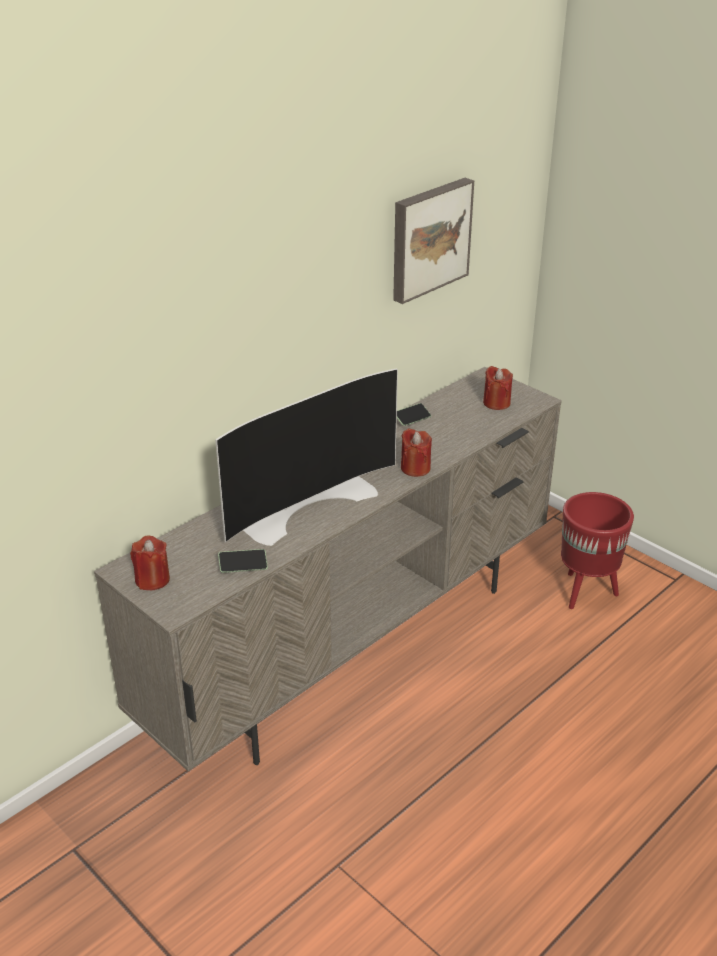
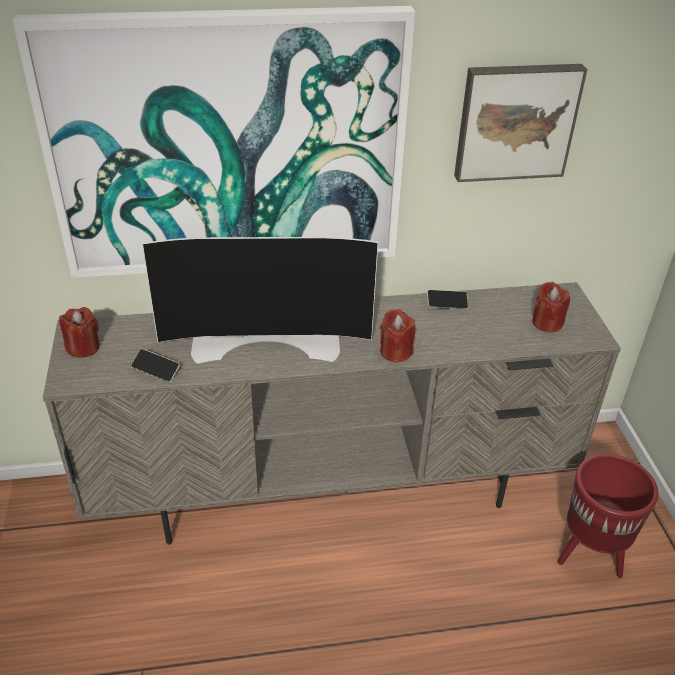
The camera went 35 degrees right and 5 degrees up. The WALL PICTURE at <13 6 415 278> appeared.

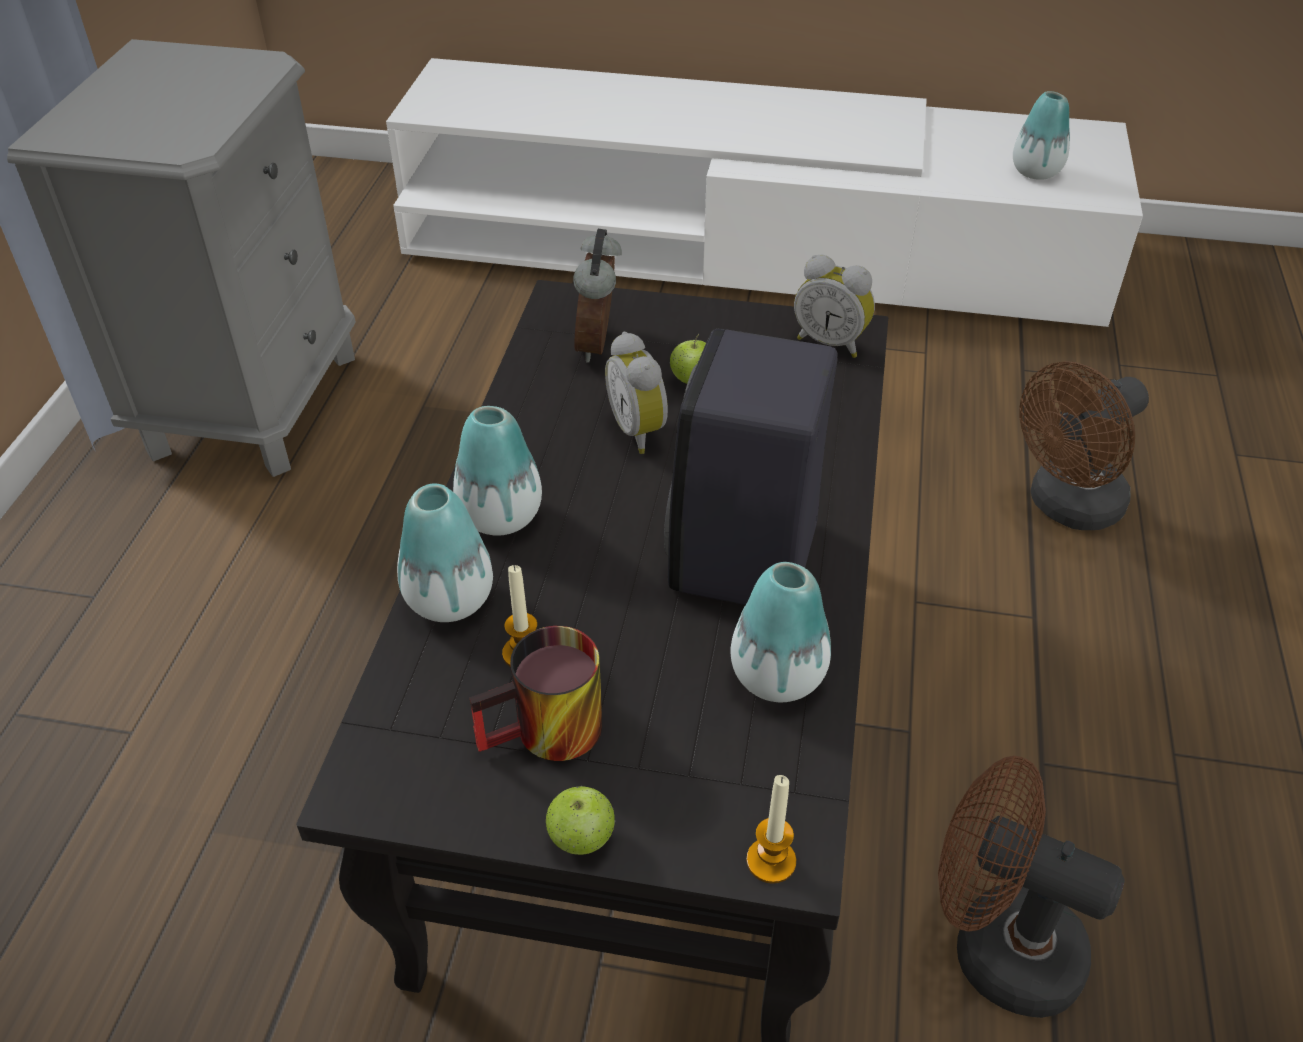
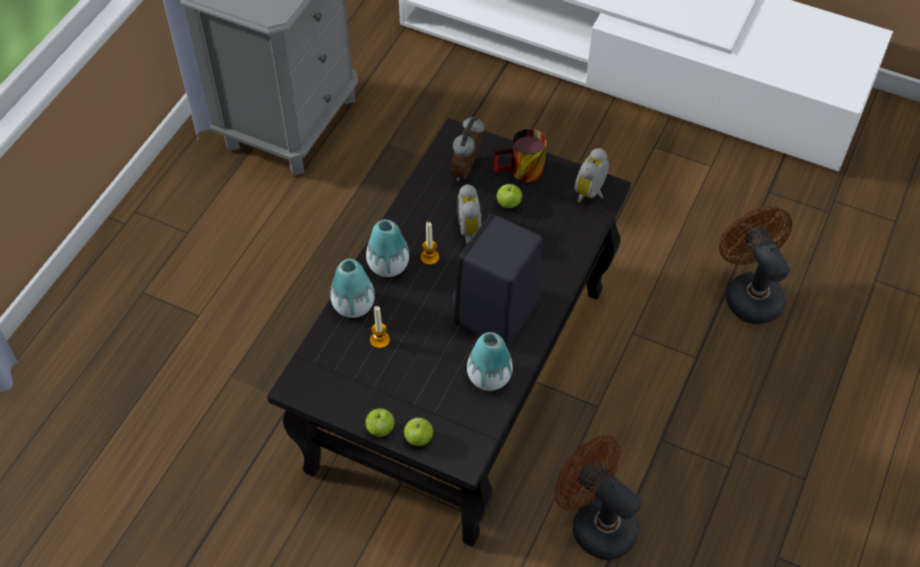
The camera went 15 degrees right and 10 degrees up. The TEA MUG moved from <469 626 602 761> to <494 129 547 182>. The WAX CANDLE moved from <746 775 796 884> to <420 222 439 265>. The ALARM CLOCK at <794 255 875 358> turned 75 degrees clockwise. The FLOWER VASE at <1013 91 1070 180> disappeared. The BROWN COOLING FAN at <1019 361 1149 530> turned 90 degrees clockwise. The WHOLE APPLE at <404 418 433 446> appeared.

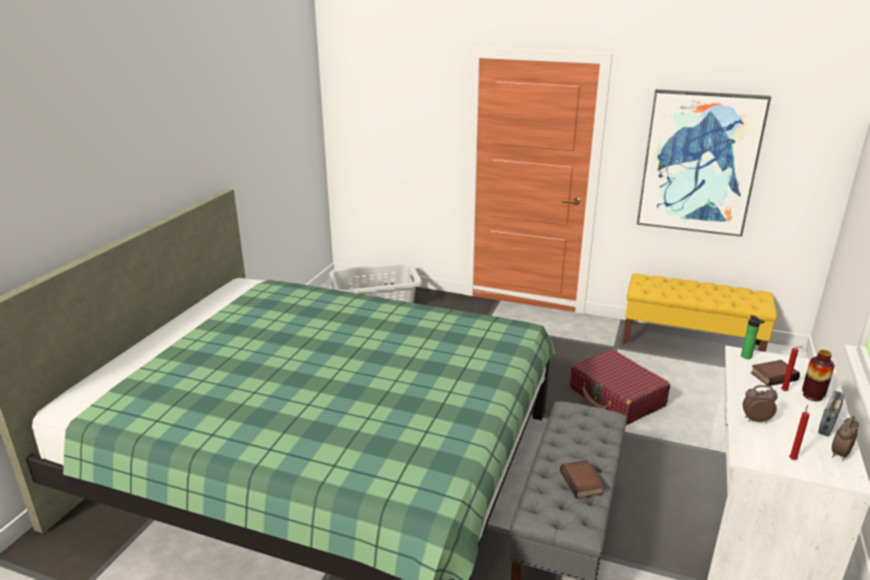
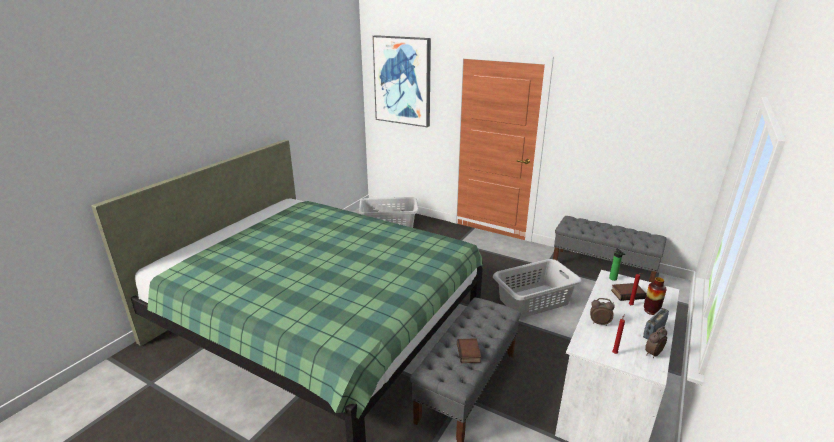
The camera went 10 degrees right and 0 degrees up. The RED-COLOURED TRAVEL CASE at <570 349 670 425> was replaced by the GREYISH WASHING BASKET at <493 259 582 318>. The YELLOW LONG SEAT at <623 274 777 352> became the GREYISH LONG SEAT at <553 216 667 282>. The WALL PICTURE moved from <637 89 771 237> to <372 35 431 127>.

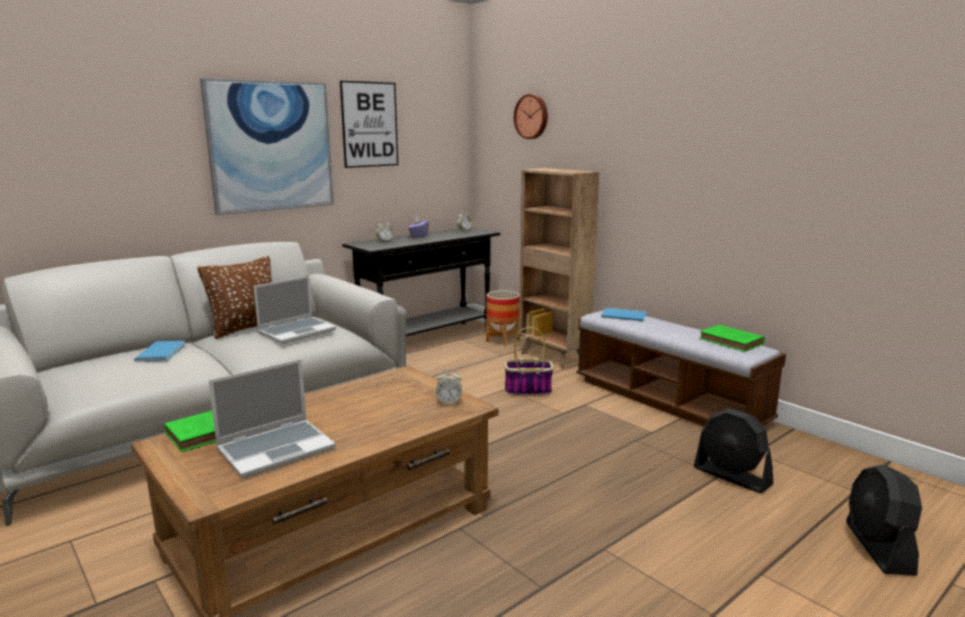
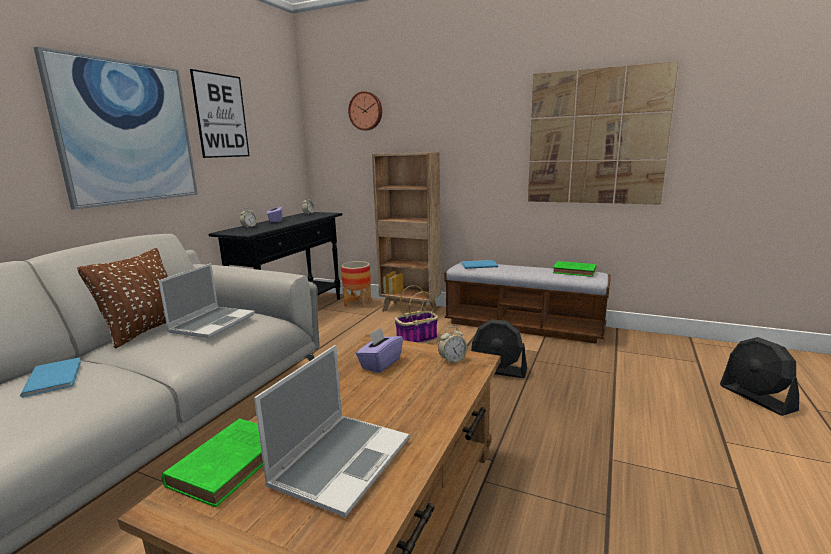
The camera went 25 degrees left and 0 degrees up. The BLACK-COLOURED COOLING FAN moved from <694 408 773 493> to <471 319 527 378>. The PURPLISH TISSUE BOX at <356 327 403 373> appeared. The WALL PICTURE at <528 61 678 205> appeared.

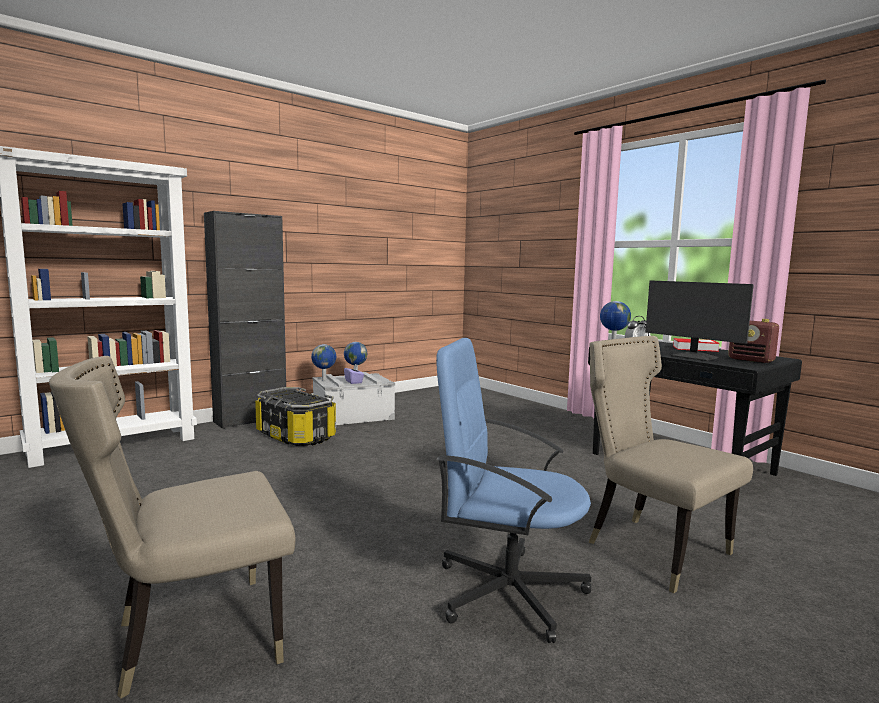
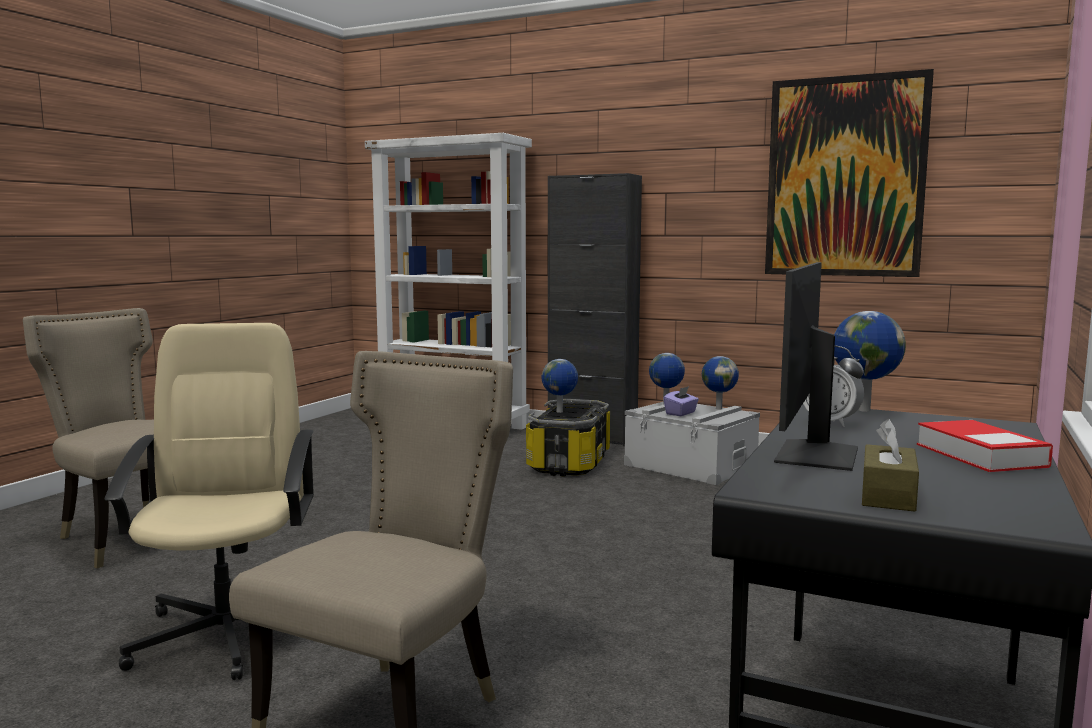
The camera went 65 degrees right and 0 degrees up. The BLUISH COMPUTER CHAIR at <436 338 591 643> became the BEIGE-COLOURED COMPUTER CHAIR at <104 323 314 680>. The RADIO at <728 319 779 363> was replaced by the BROWN TISSUE BOX at <862 419 919 512>. The GLOBE at <541 359 578 413> appeared. The WALL PICTURE at <765 69 934 277> appeared.

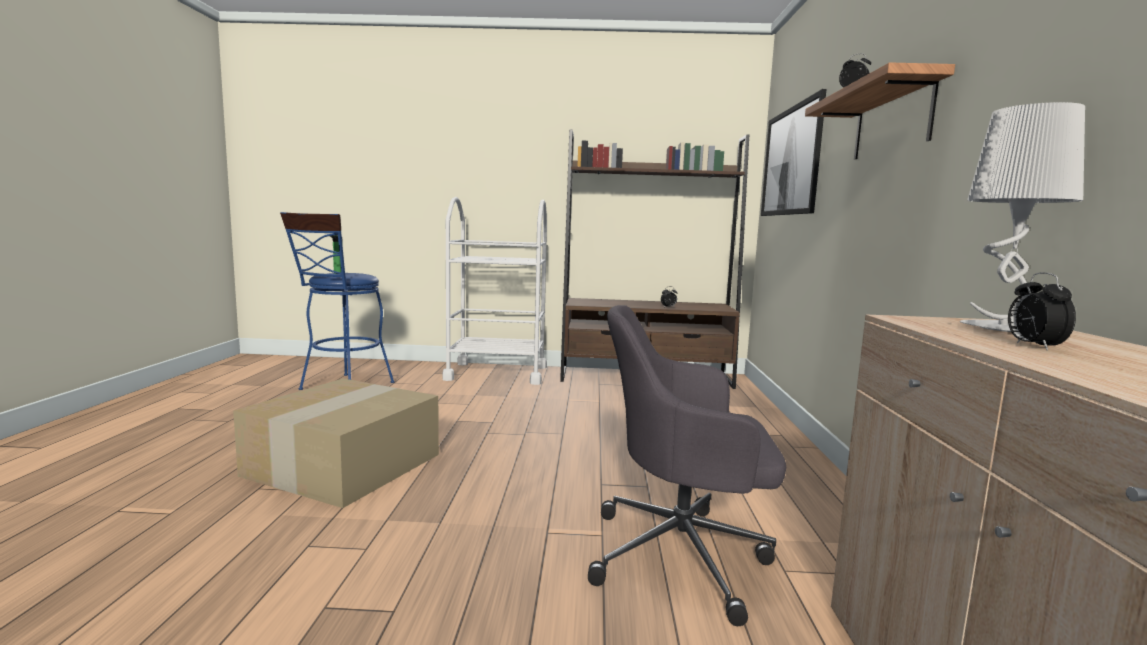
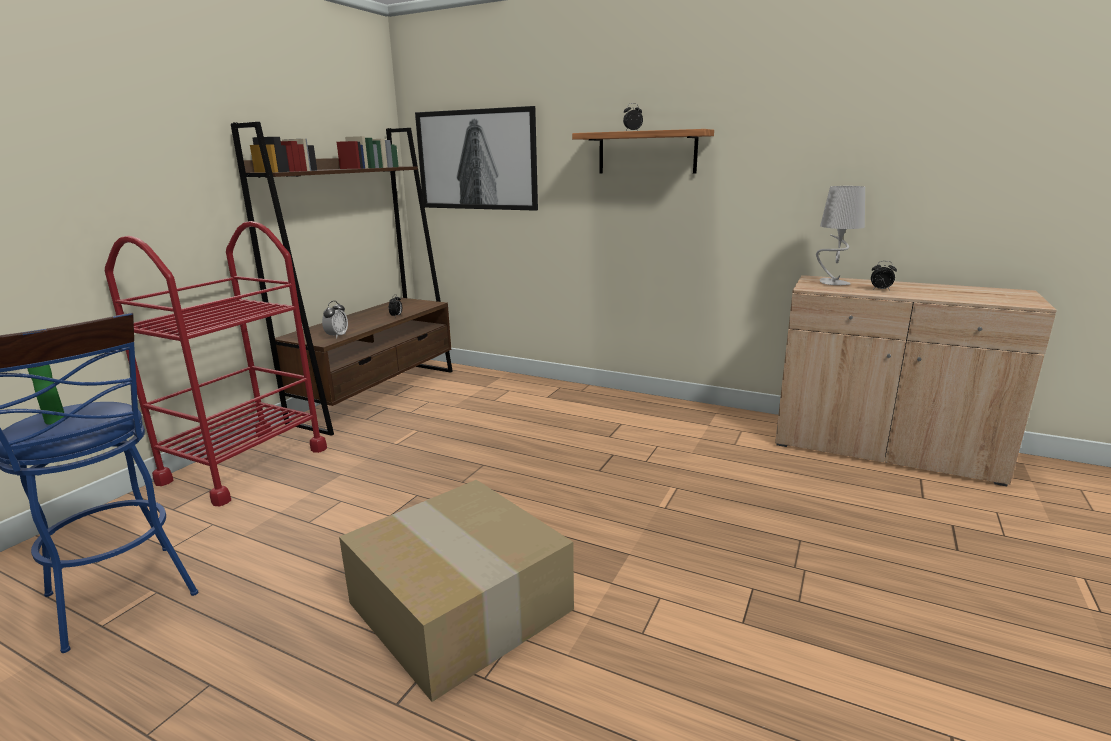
The camera went 65 degrees left and 10 degrees up. The WHITISH TROLLEY at <442 197 547 385> became the RED-COLOURED TROLLEY at <105 221 327 506>. The GREYISH COMPUTER CHAIR at <588 305 786 626> disappeared. The ALARM CLOCK at <322 301 348 339> appeared.

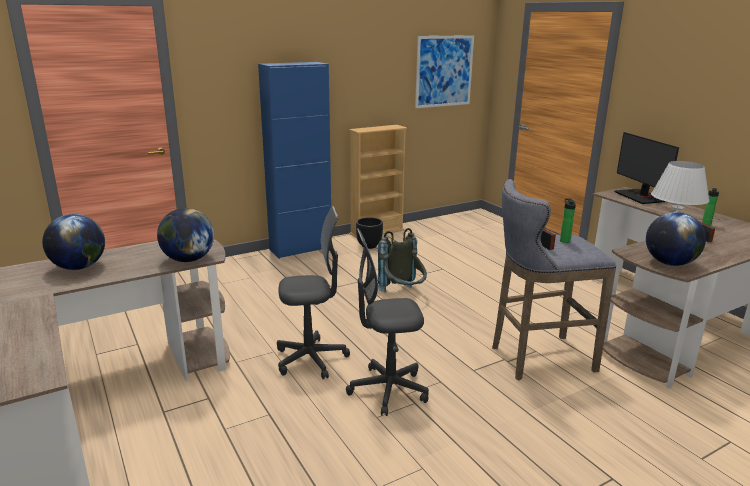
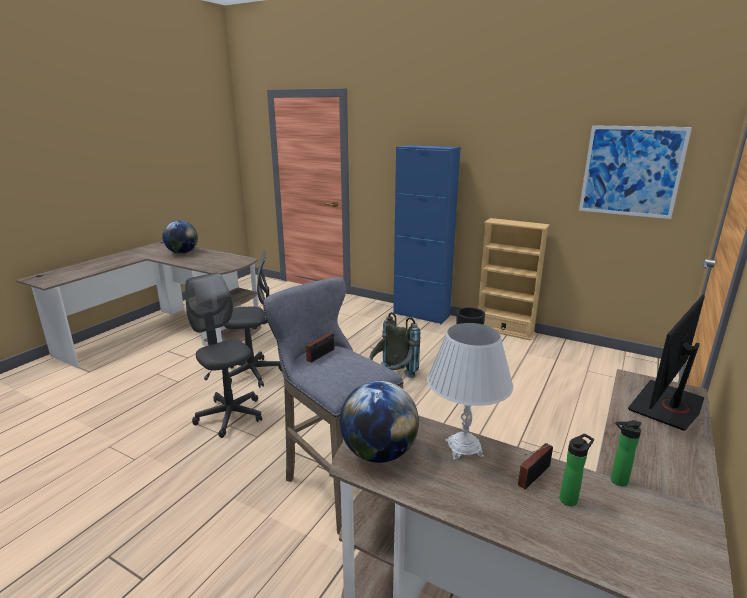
The camera went 60 degrees right and 0 degrees up. The GLOBE at <157 208 214 262> disappeared. The GREYISH COMPUTER CHAIR at <277 206 350 379> turned 60 degrees counterclockwise. The BOTTLE moved from <560 198 576 243> to <560 434 594 506>.

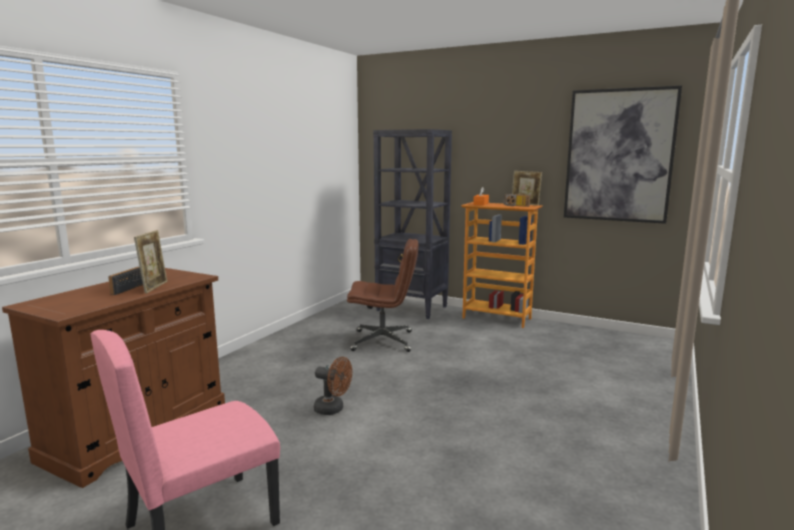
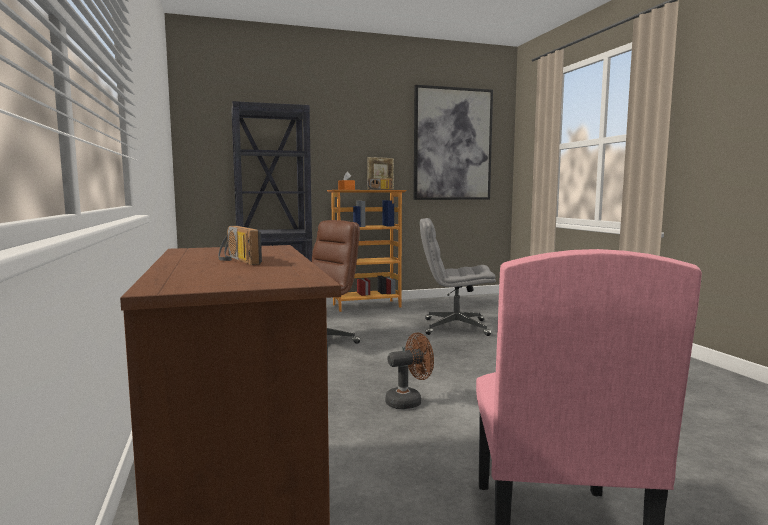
The camera went 45 degrees left and 5 degrees down. The PICTURE FRAME at <134 230 167 294> disappeared. The GREYISH COMPUTER CHAIR at <420 218 496 336> appeared.

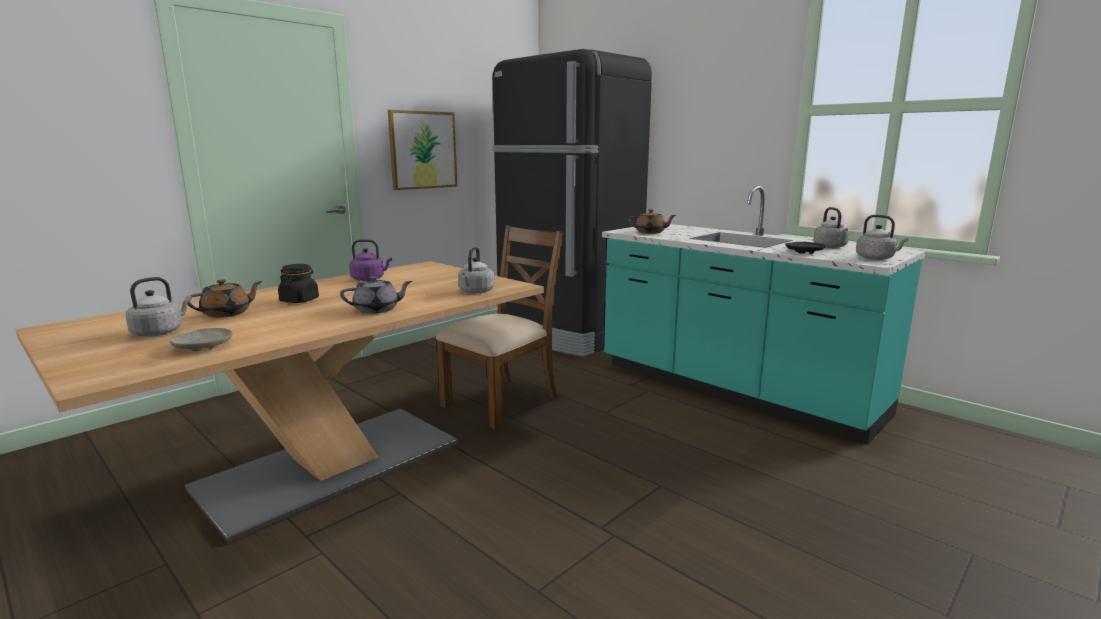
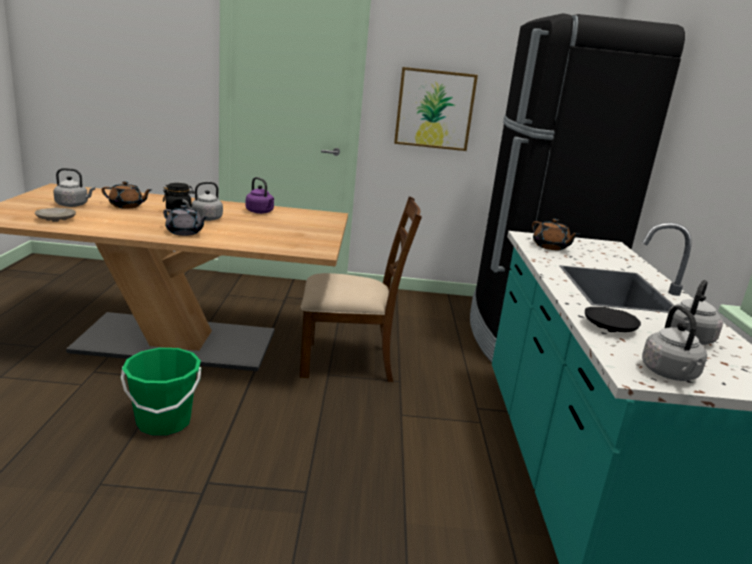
The camera went 45 degrees right and 5 degrees up. The GREYISH KETTLE moved from <458 247 494 293> to <182 182 223 221>. The GREEN WATER BUCKET at <121 348 201 435> appeared.

